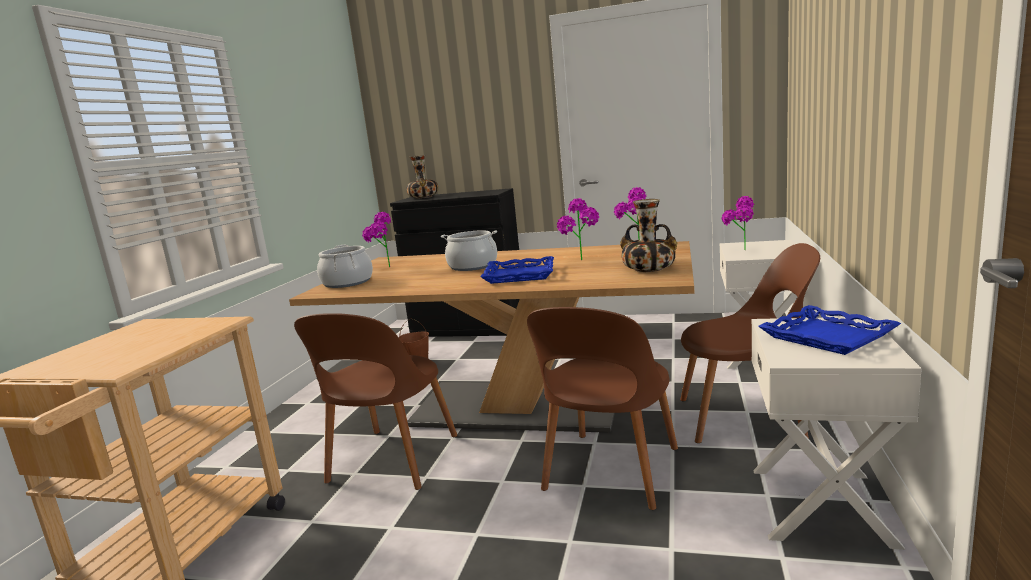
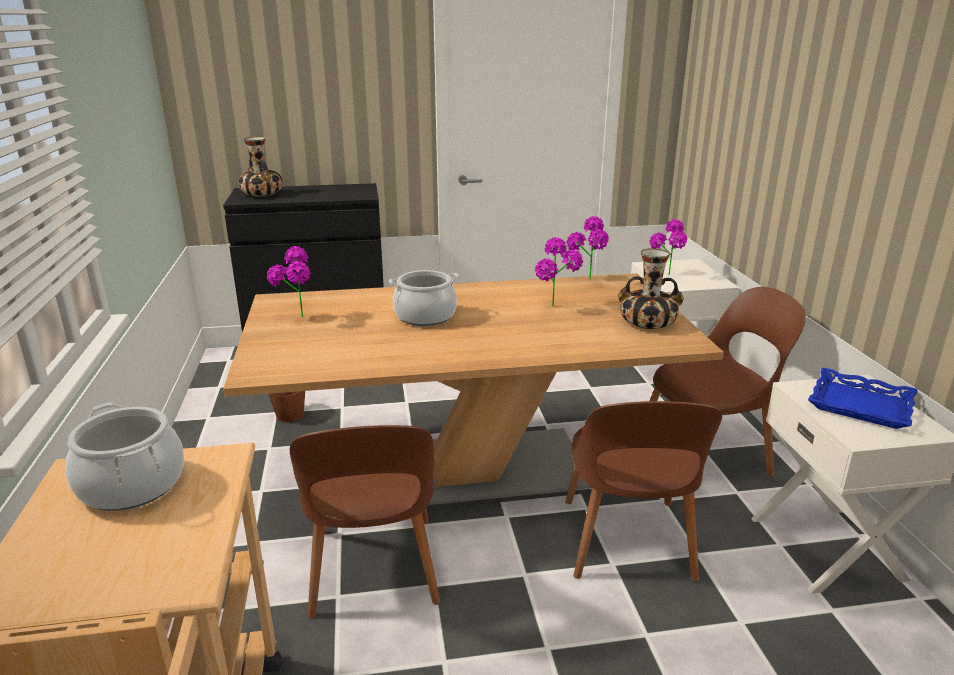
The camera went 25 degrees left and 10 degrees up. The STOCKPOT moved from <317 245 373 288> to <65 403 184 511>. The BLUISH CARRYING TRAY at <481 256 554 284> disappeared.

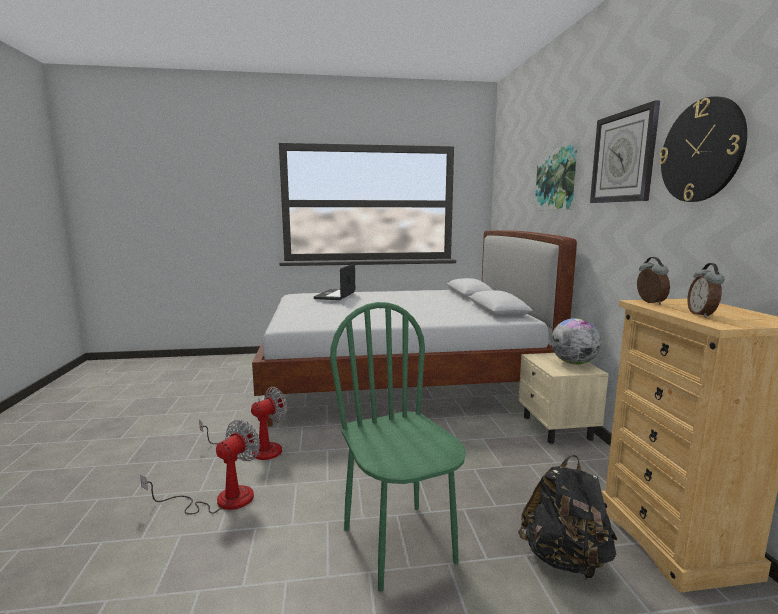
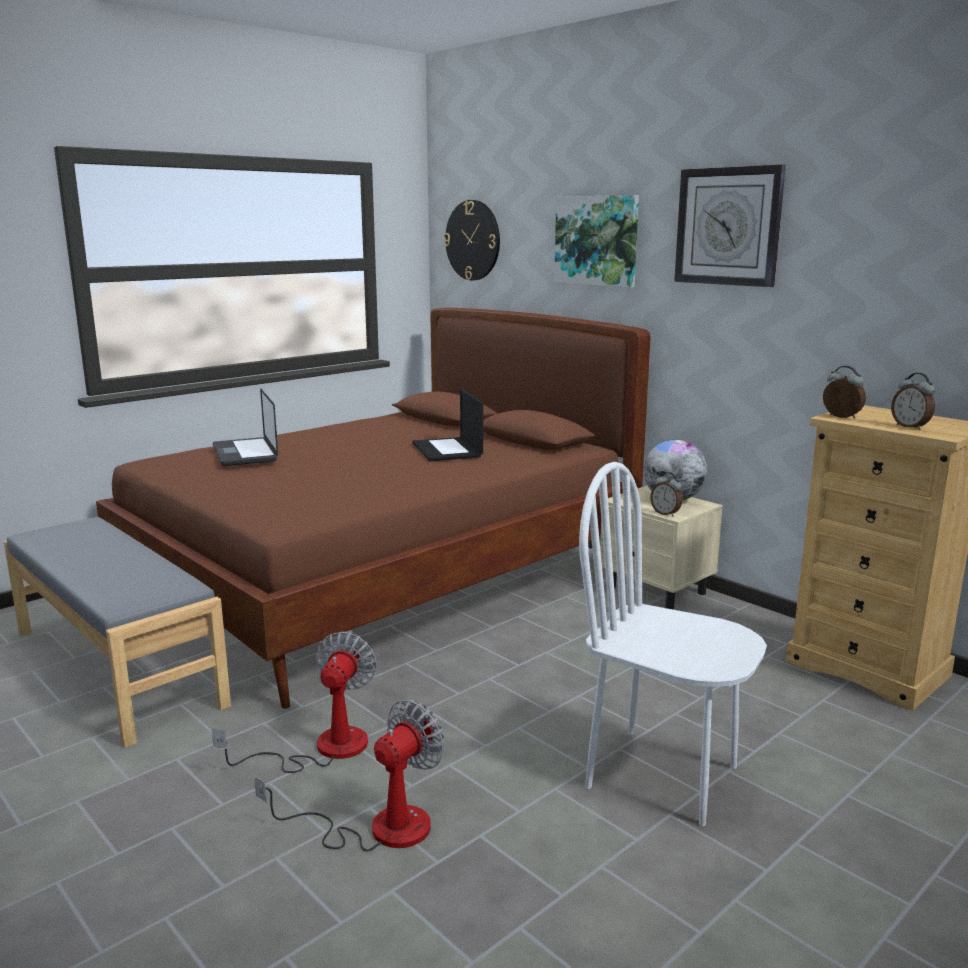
The camera went 35 degrees left and 5 degrees up. The COOLING FAN at <140 420 260 515> turned 45 degrees clockwise. The WHITISH BEDROOM BED at <252 230 577 427> became the BROWN BEDROOM BED at <96 308 651 709>. The GREEN PLAIN CHAIR at <330 302 466 592> became the WHITISH PLAIN CHAIR at <579 462 767 826>. The BLACK-COLOURED KNAPSACK at <518 455 618 580> disappeared. The HANGING CLOCK moved from <659 96 747 202> to <444 200 500 280>. The GREYISH LONG SEAT at <4 517 231 748> appeared. The NOTEBOOK COMPUTER at <412 389 483 461> appeared. The ALARM CLOCK at <650 472 683 517> appeared.

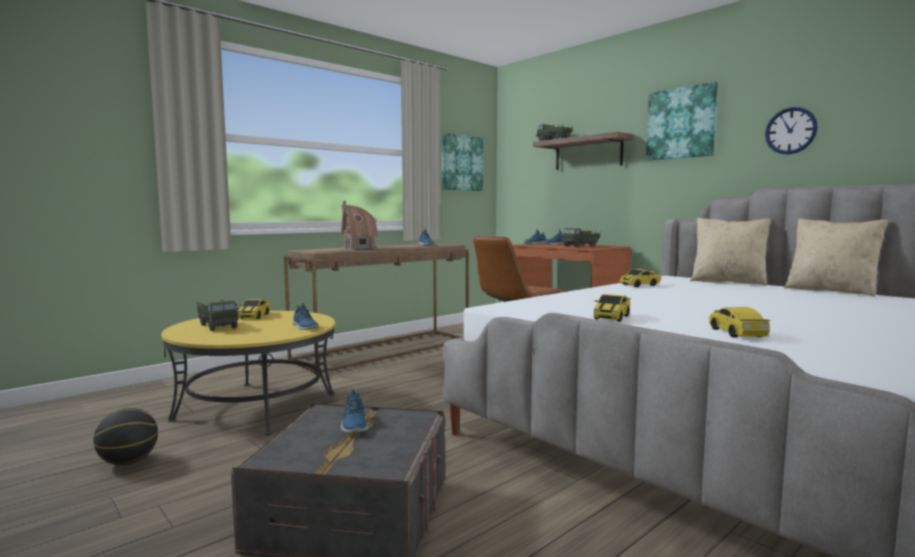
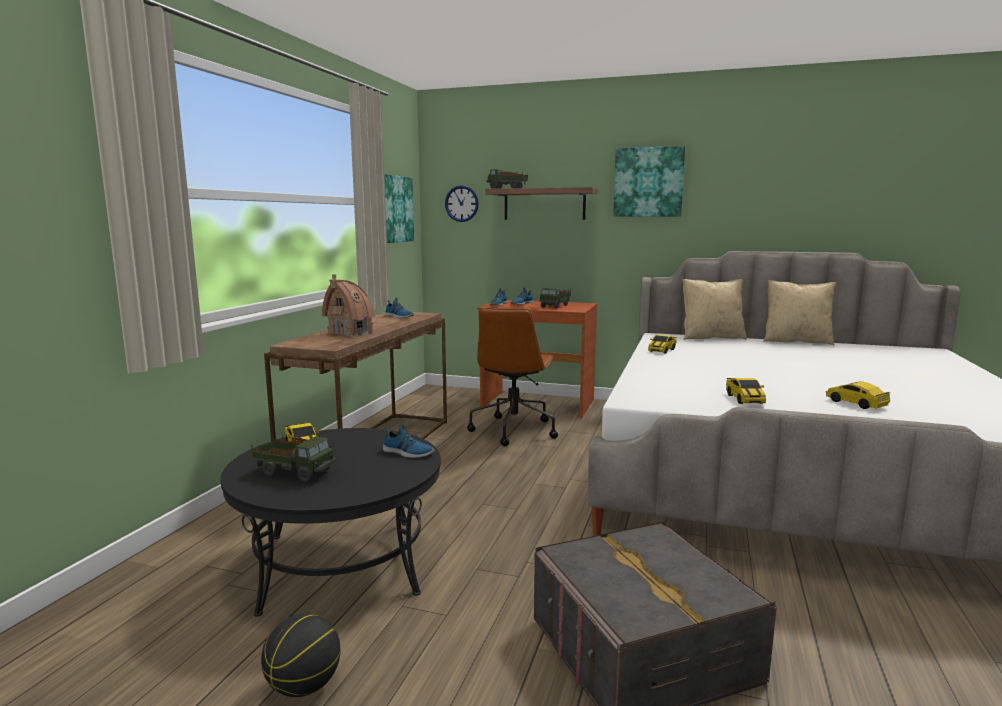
The camera went 30 degrees left and 5 degrees up. The YELLOW LOW TABLE at <161 311 335 436> became the BLACK-COLOURED LOW TABLE at <220 428 441 617>. The ITEM OF FOOTWEAR at <341 389 368 433> disappeared. The HANGING CLOCK moved from <765 107 818 154> to <445 185 479 222>.

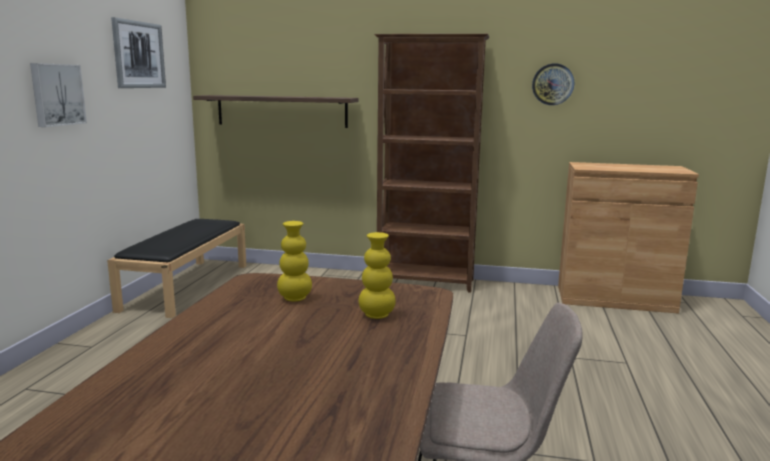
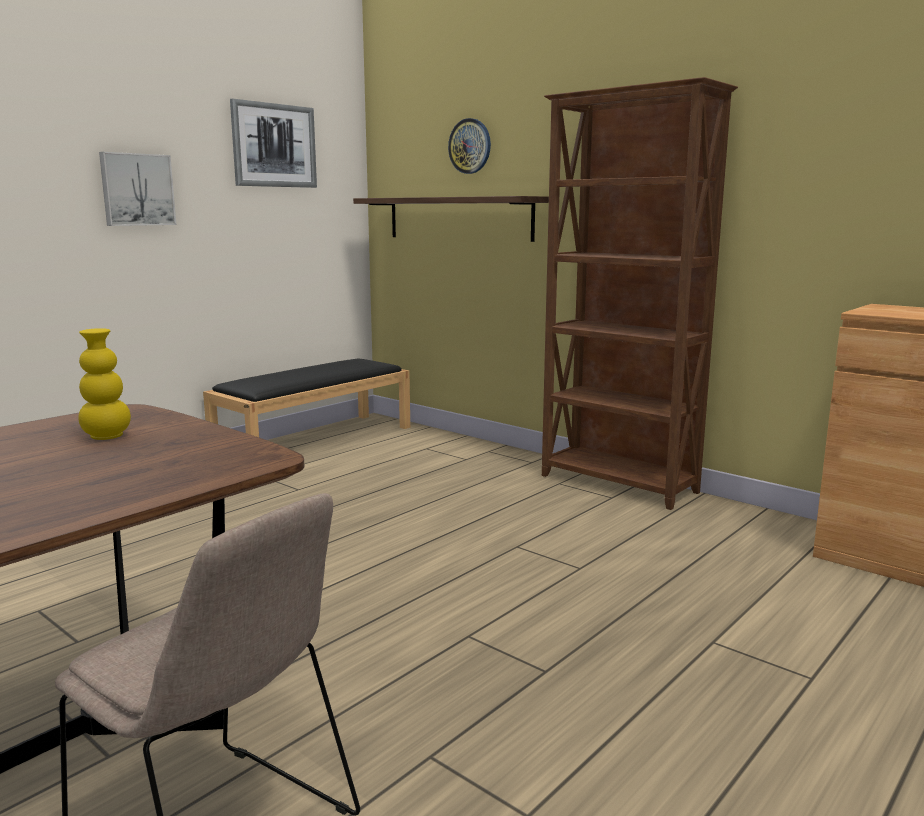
The camera went 30 degrees right and 0 degrees up. The YELLOW FLOWER VASE at <359 232 396 319> disappeared. The HANGING CLOCK moved from <532 63 574 105> to <448 118 491 174>.

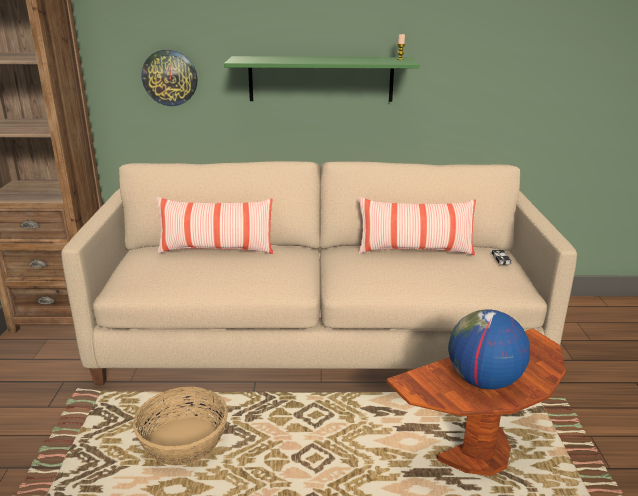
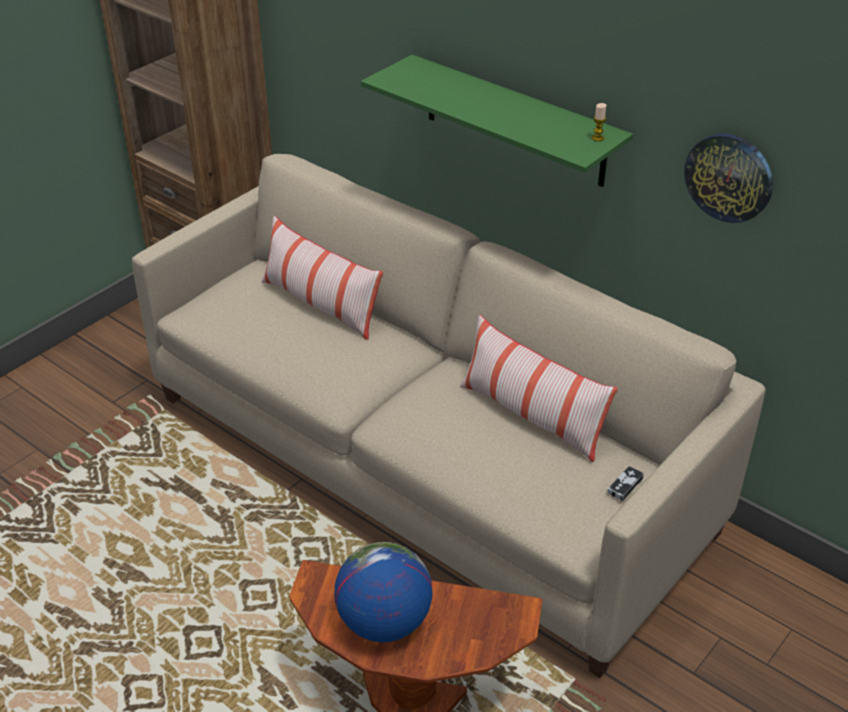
The camera went 40 degrees right and 15 degrees up. The BASKET at <133 387 228 466> disappeared. The HANGING CLOCK moved from <142 49 197 106> to <684 133 773 223>.

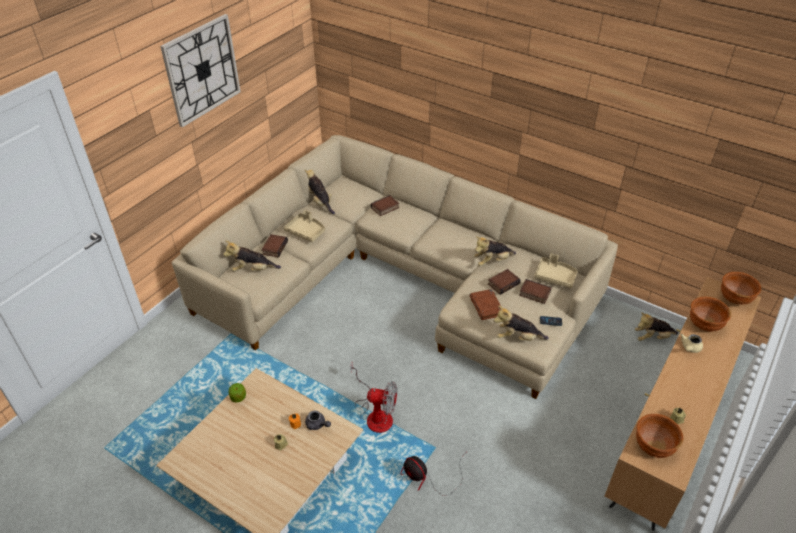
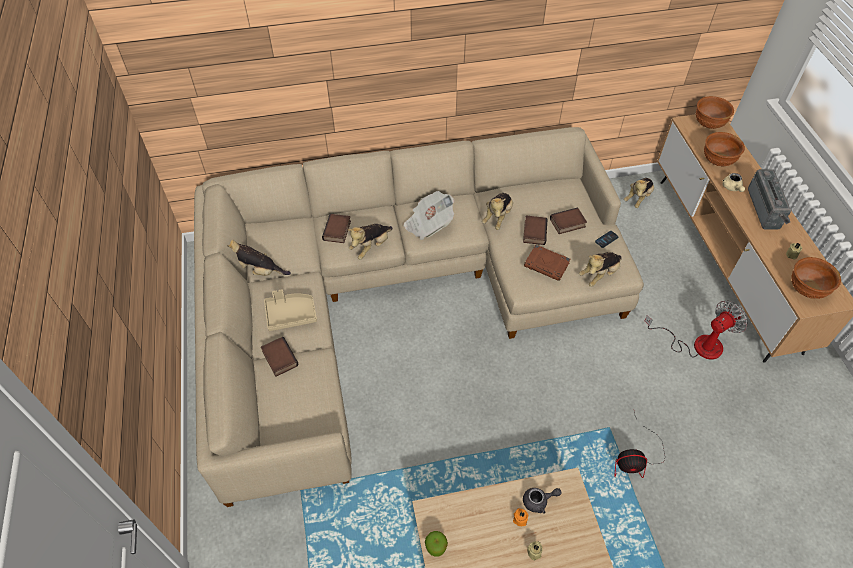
The camera went 45 degrees left and 10 degrees up. The HANGING CLOCK at <160 14 241 127> disappeared. The CUDDLY TOY moved from <223 241 281 271> to <348 224 393 259>. The COOLING FAN moved from <350 363 397 433> to <645 301 748 360>. The BEIGE-COLOURED CARRYING TRAY at <534 253 578 288> disappeared. The PRINTED PAPER at <404 191 455 240> appeared. The RADIO at <748 169 791 229> appeared.

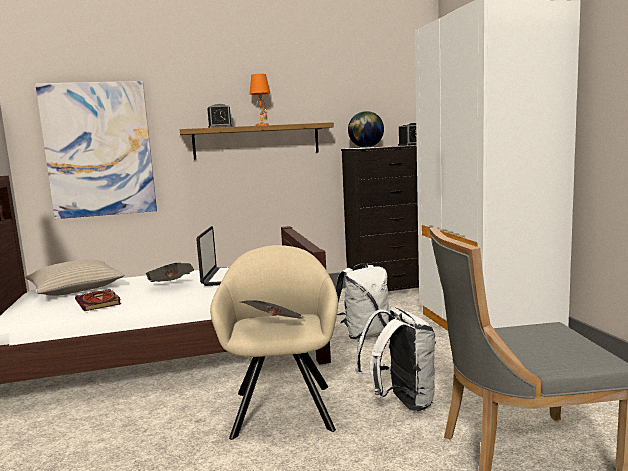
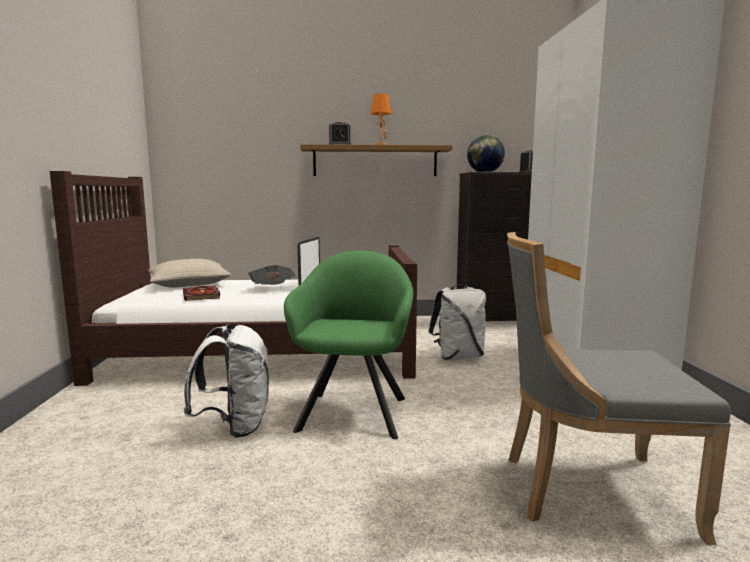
The camera went 10 degrees right and 0 degrees up. The WALL PICTURE at <35 81 157 219> disappeared. The BEIGE-COLOURED ARMCHAIR at <210 245 338 440> became the GREEN ARMCHAIR at <284 250 414 439>. The PRINTED PAPER at <241 300 302 319> disappeared. The WHITISH KNAPSACK moved from <355 307 436 412> to <184 325 269 438>.

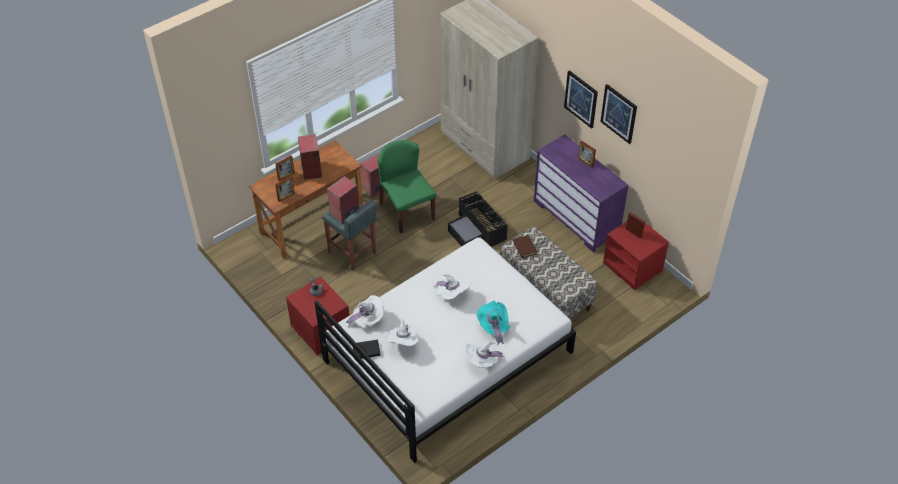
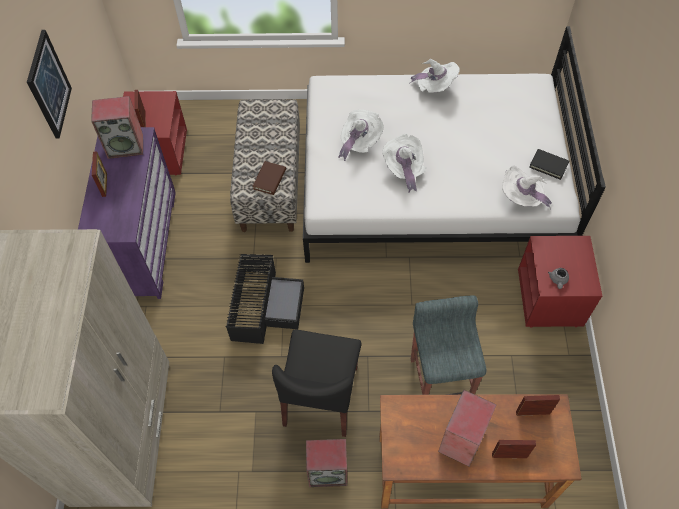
The camera went 140 degrees left and 10 degrees up. The LOUDSPEAKER moved from <327 176 359 224> to <91 96 143 159>. The GREEN PLAIN CHAIR at <378 140 436 233> became the BLACK-COLOURED PLAIN CHAIR at <272 330 362 437>. The WHITISH WEARABLE HAT moved from <387 318 419 346> to <338 109 384 161>. The BLUE-GREEN WEARABLE HAT at <477 300 510 345> disappeared. The WALL PICTURE at <564 70 598 129> disappeared.

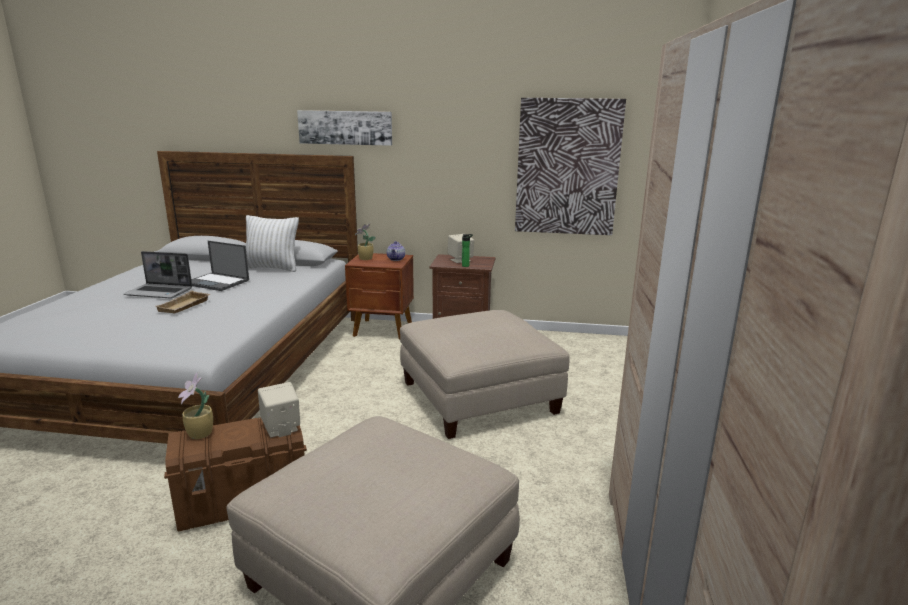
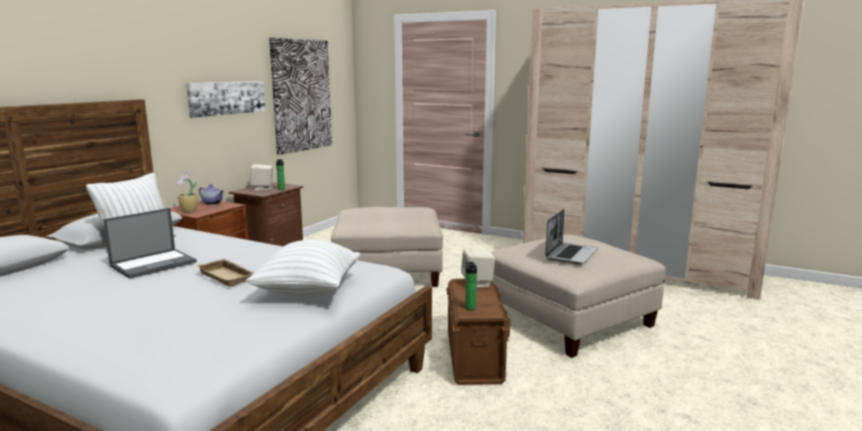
The camera went 70 degrees left and 5 degrees down. The NOTEBOOK COMPUTER moved from <123 251 192 298> to <545 209 598 264>. The POTTED PLANT at <178 372 213 439> was replaced by the BOTTLE at <465 262 477 310>. The WALL PICTURE moved from <297 110 392 146> to <186 81 265 118>. The WHITISH THROW PILLOW at <246 239 361 297> appeared.

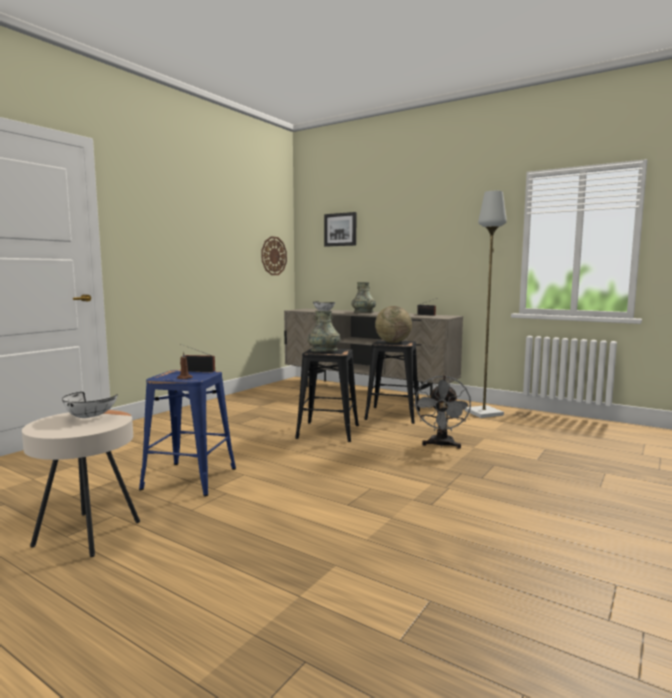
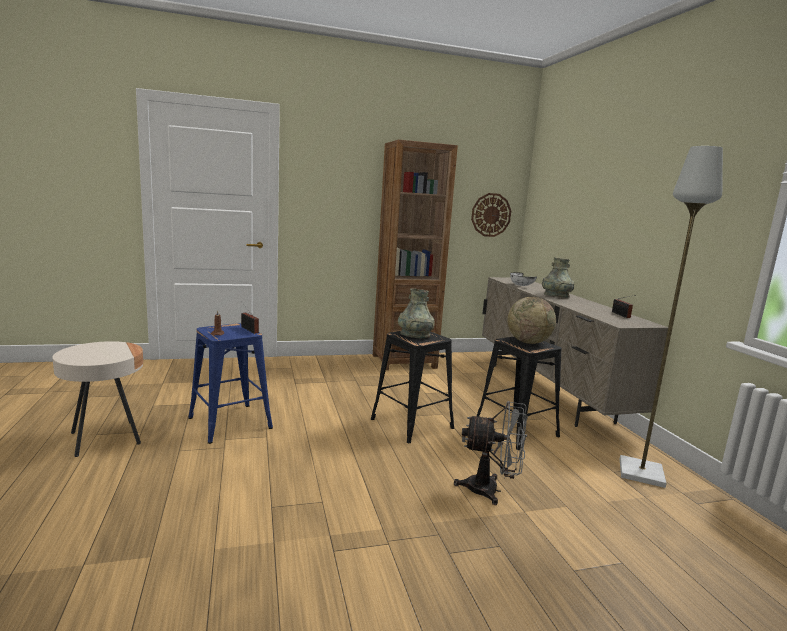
The camera went 40 degrees right and 5 degrees up. The WHITISH BOWL at <62 392 118 418> disappeared. The WALL PICTURE at <324 212 356 247> disappeared. The GREYISH COOLING FAN at <414 375 471 449> turned 135 degrees counterclockwise. The BROWN BOOKSHELF at <373 140 458 370> appeared.

